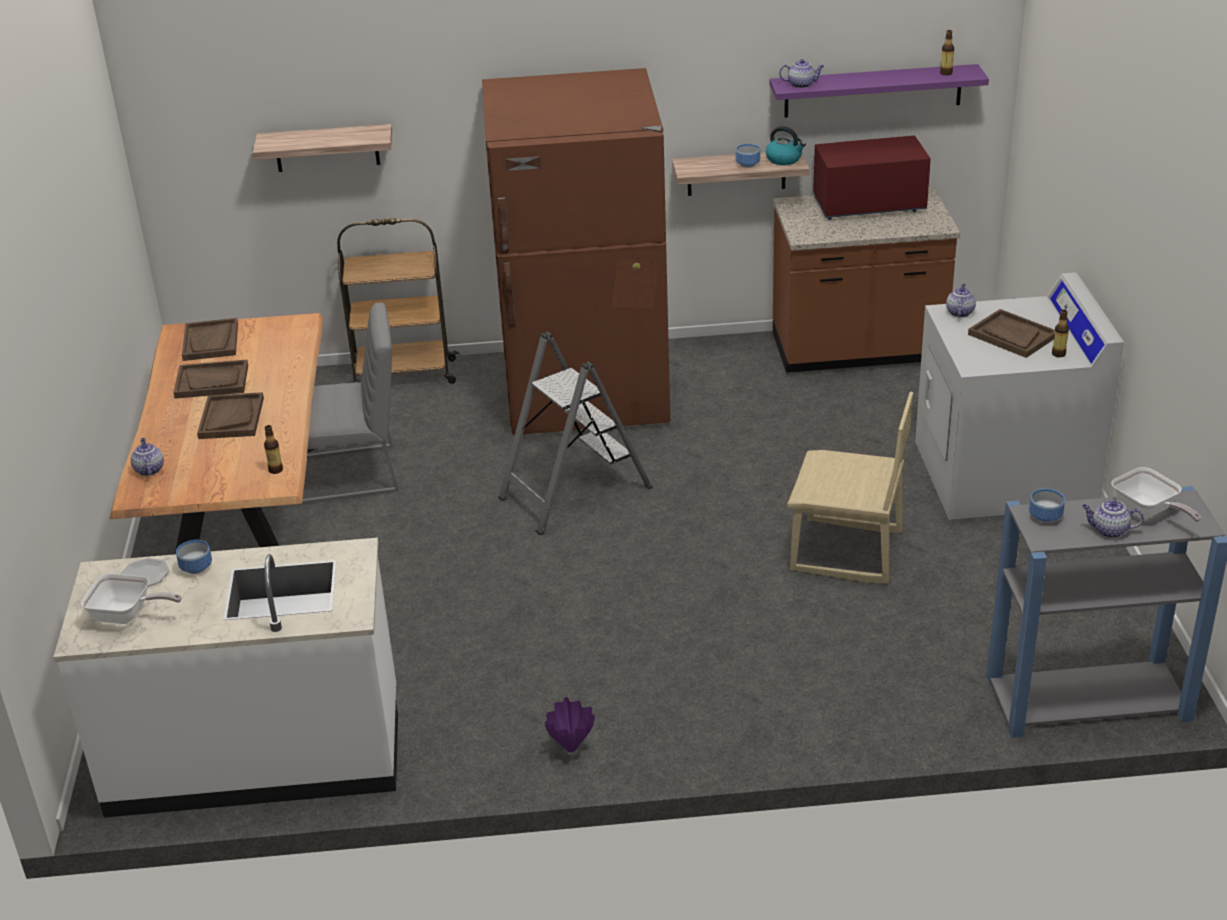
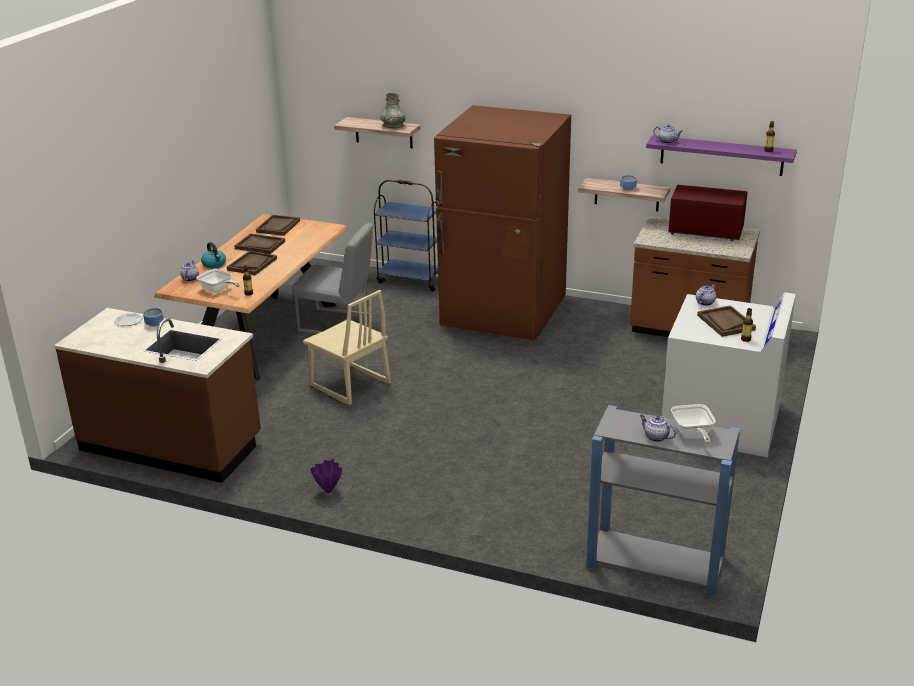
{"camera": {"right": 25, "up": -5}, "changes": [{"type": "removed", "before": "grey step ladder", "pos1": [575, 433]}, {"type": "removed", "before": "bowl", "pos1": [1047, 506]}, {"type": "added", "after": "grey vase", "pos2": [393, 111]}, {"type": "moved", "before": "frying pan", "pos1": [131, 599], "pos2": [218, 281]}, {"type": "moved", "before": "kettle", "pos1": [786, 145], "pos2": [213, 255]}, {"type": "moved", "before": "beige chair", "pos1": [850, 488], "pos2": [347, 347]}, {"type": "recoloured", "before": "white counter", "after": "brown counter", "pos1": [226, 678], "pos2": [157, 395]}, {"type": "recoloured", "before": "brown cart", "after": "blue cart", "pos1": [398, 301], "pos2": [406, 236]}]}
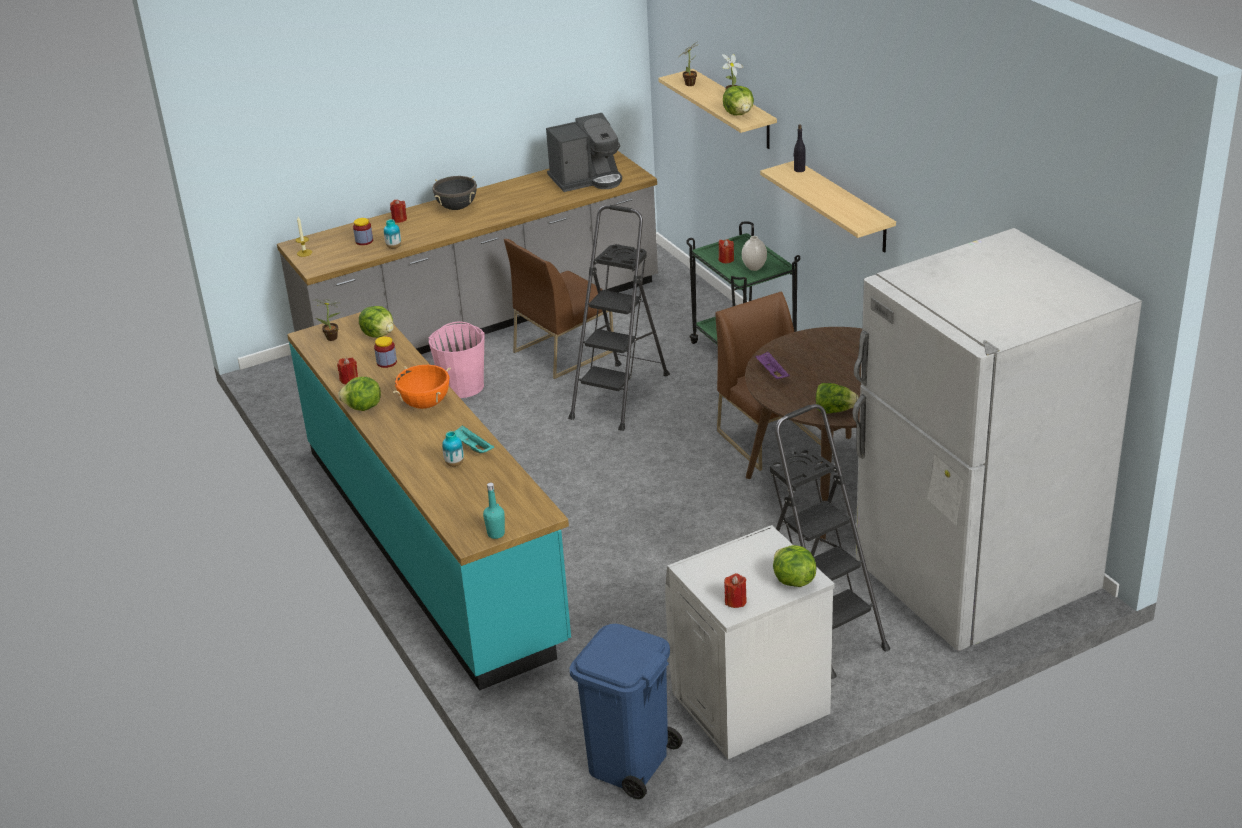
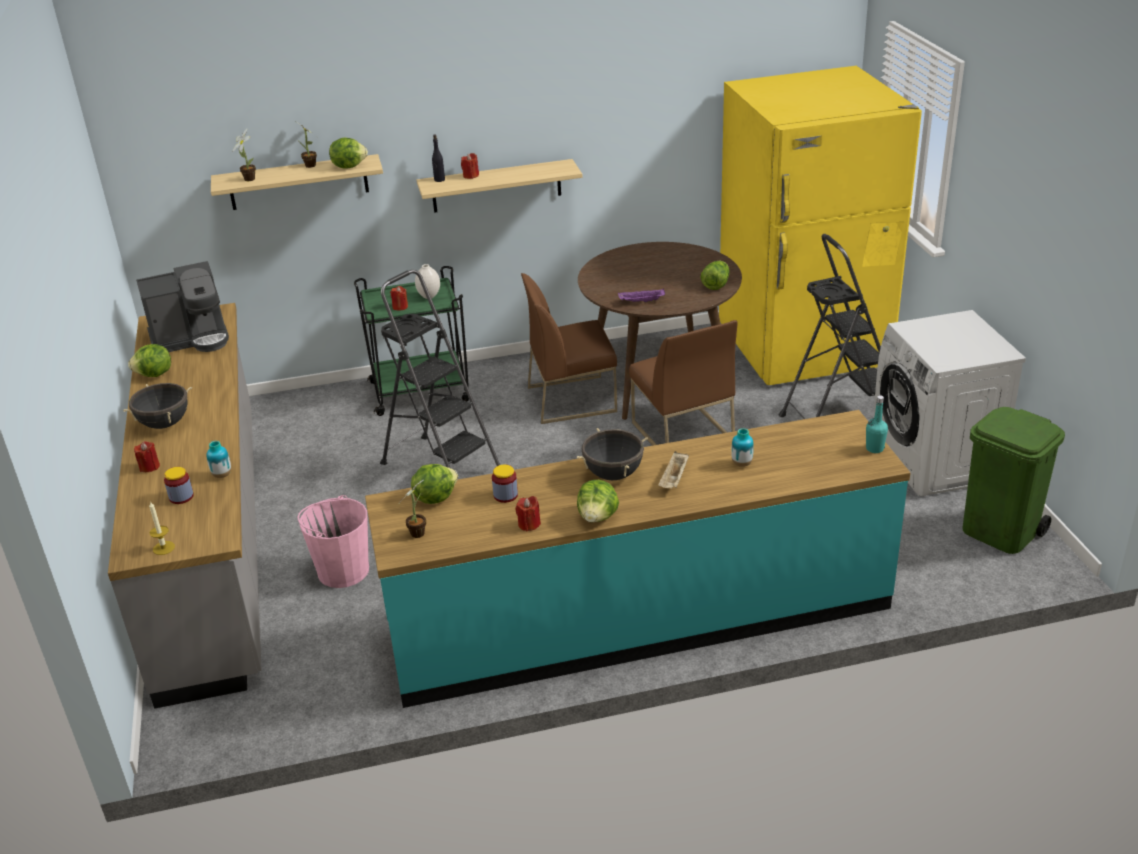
{"camera": {"right": -75, "up": 0}, "changes": [{"type": "removed", "before": "turquoise tray", "pos1": [474, 439]}, {"type": "added", "after": "beige tray", "pos2": [673, 469]}, {"type": "moved", "before": "brown chair", "pos1": [559, 309], "pos2": [683, 383]}, {"type": "moved", "before": "red candle", "pos1": [735, 590], "pos2": [470, 166]}, {"type": "moved", "before": "lettuce", "pos1": [794, 566], "pos2": [149, 360]}, {"type": "recoloured", "before": "orange cooking pot", "after": "black cooking pot", "pos1": [422, 387], "pos2": [612, 454]}, {"type": "recoloured", "before": "blue trash can", "after": "green trash can", "pos1": [626, 711], "pos2": [1013, 480]}, {"type": "recoloured", "before": "white fridge", "after": "yellow fridge", "pos1": [997, 439], "pos2": [820, 225]}, {"type": "turned", "before": "coffee machine", "pos1": [584, 152], "pos2": [182, 306], "turn": 75}]}
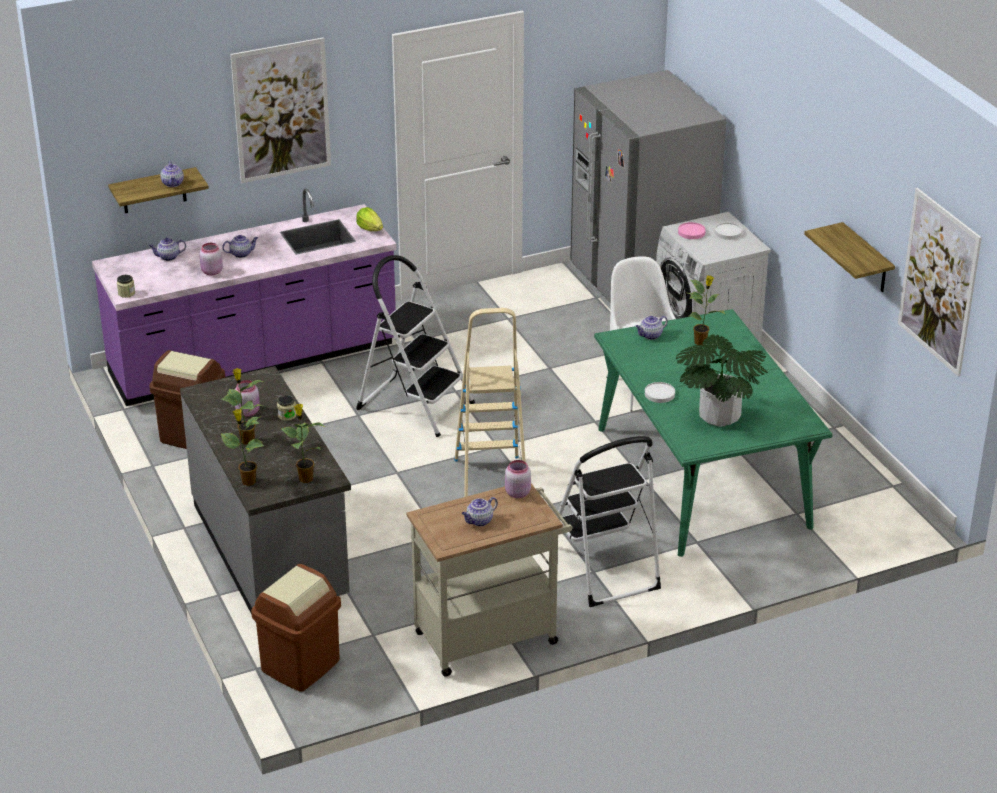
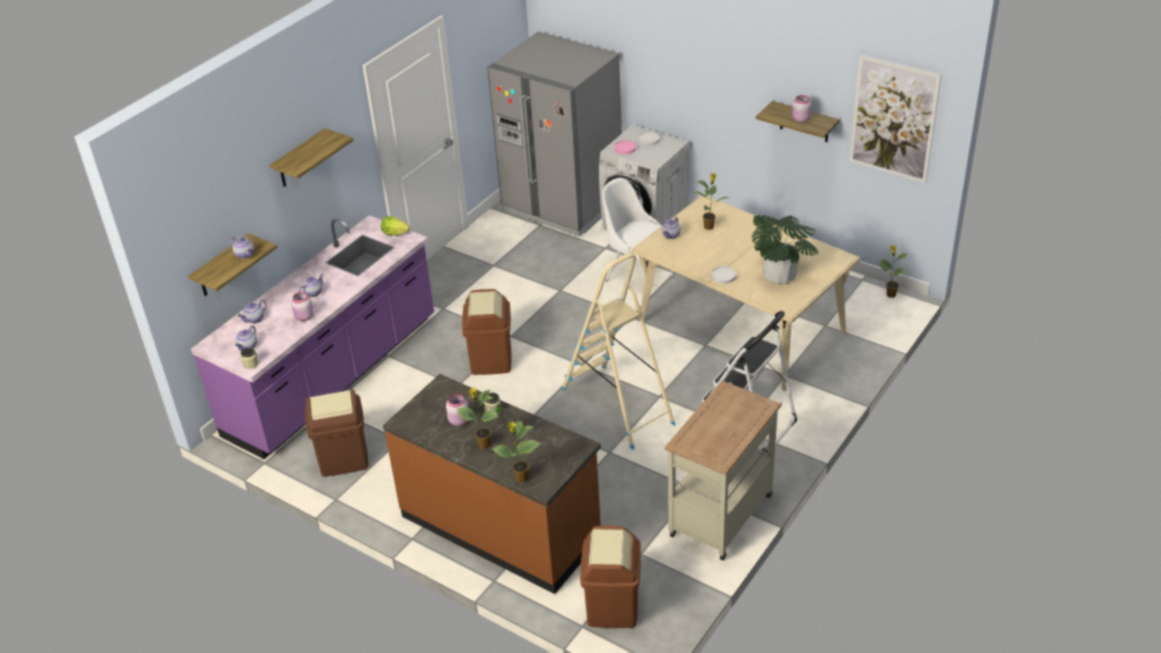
{"camera": {"right": -30, "up": 5}, "changes": [{"type": "moved", "before": "potted plant", "pos1": [303, 443], "pos2": [894, 271]}, {"type": "moved", "before": "teapot", "pos1": [480, 511], "pos2": [246, 338]}, {"type": "moved", "before": "pink jar", "pos1": [518, 479], "pos2": [801, 109]}, {"type": "replaced", "before": "picture", "after": "shelf", "pos1": [280, 110], "pos2": [311, 157]}, {"type": "replaced", "before": "step ladder", "after": "brown trash can", "pos1": [415, 346], "pos2": [487, 332]}, {"type": "recoloured", "before": "grey counter", "after": "brown counter", "pos1": [265, 494], "pos2": [492, 484]}, {"type": "recoloured", "before": "green dining table", "after": "beige dining table", "pos1": [713, 433], "pos2": [746, 293]}]}
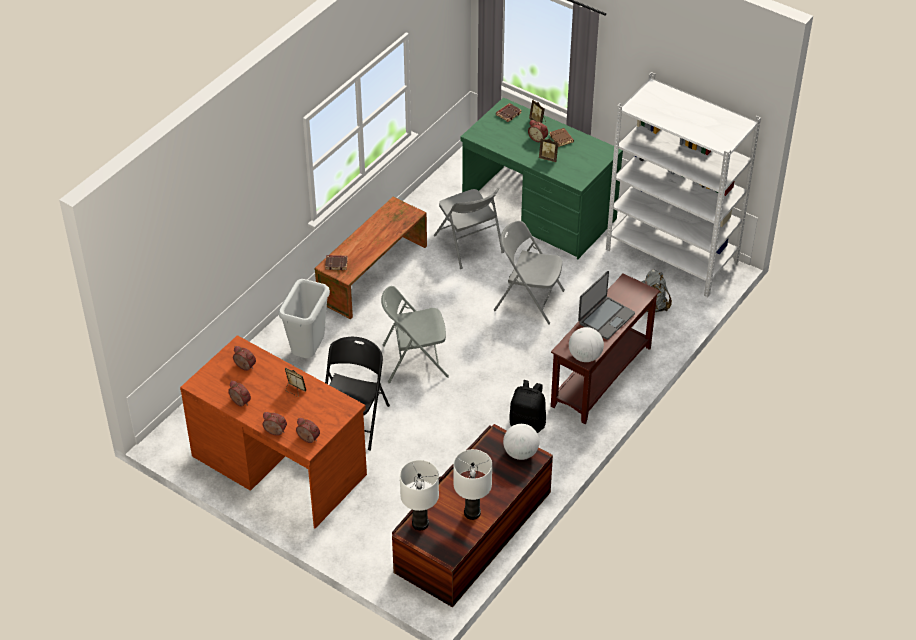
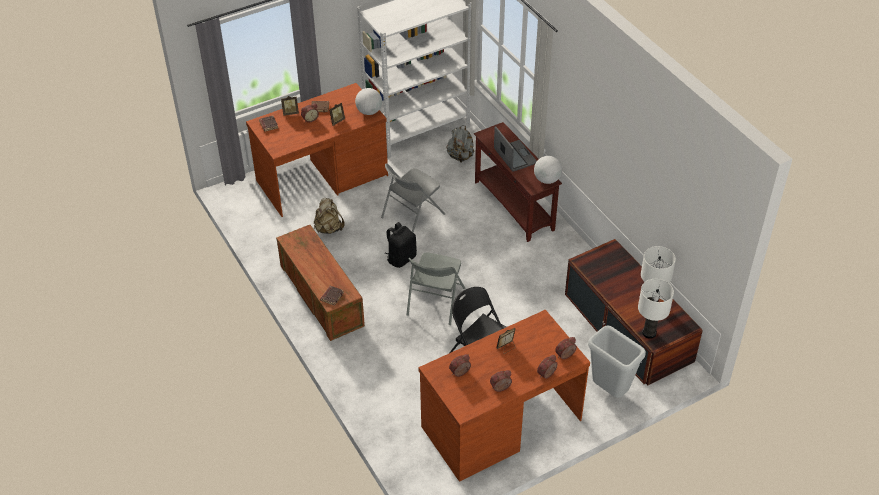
{"camera": {"right": -65, "up": 0}, "changes": [{"type": "moved", "before": "grey trash can", "pos1": [304, 318], "pos2": [617, 361]}, {"type": "moved", "before": "globe", "pos1": [521, 442], "pos2": [368, 101]}, {"type": "moved", "before": "black backpack", "pos1": [527, 406], "pos2": [401, 245]}, {"type": "replaced", "before": "grey chair", "after": "beige backpack", "pos1": [469, 228], "pos2": [329, 216]}, {"type": "recoloured", "before": "green desk", "after": "brown desk", "pos1": [541, 178], "pos2": [317, 150]}]}
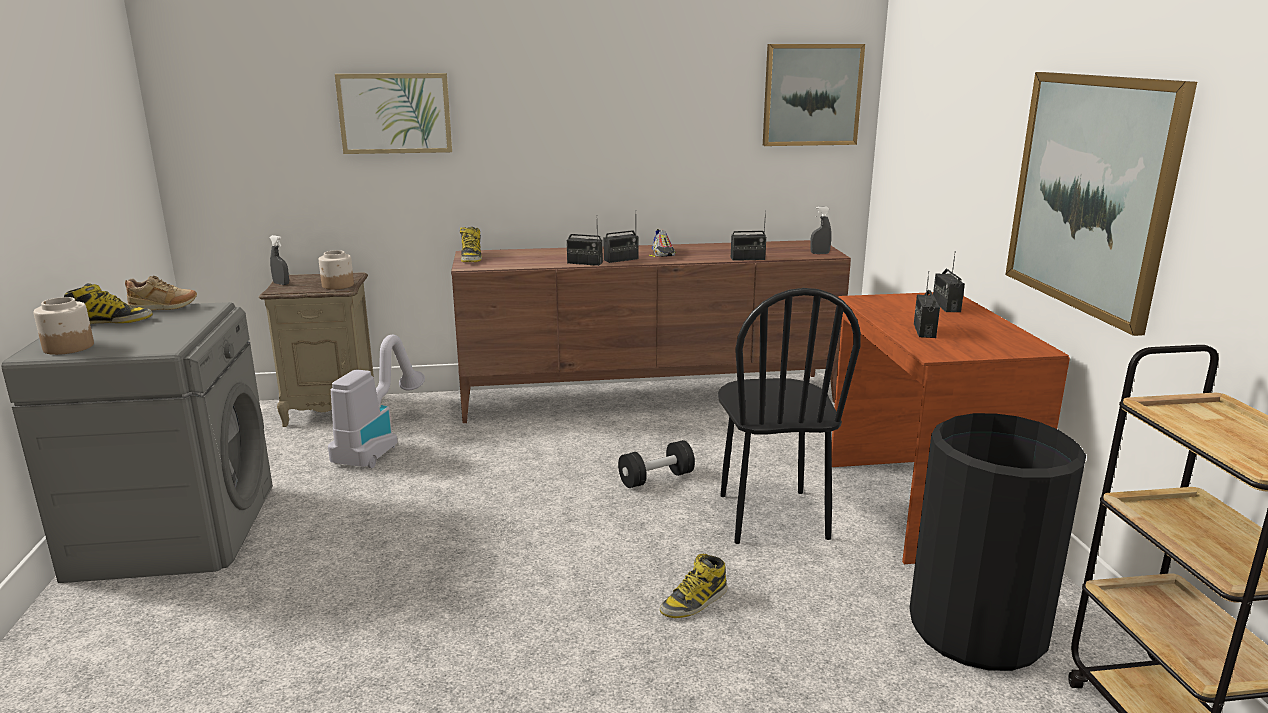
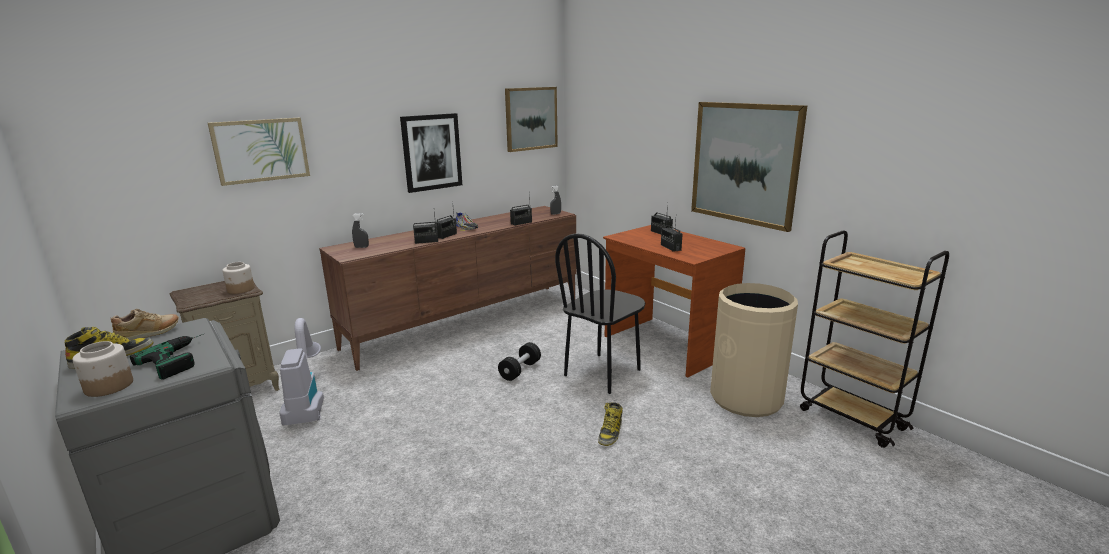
{"camera": {"right": -30, "up": 0}, "changes": [{"type": "removed", "before": "boot", "pos1": [471, 244]}, {"type": "added", "after": "power drill", "pos2": [166, 356]}, {"type": "added", "after": "picture", "pos2": [431, 153]}, {"type": "moved", "before": "grey spray bottle", "pos1": [279, 260], "pos2": [360, 230]}, {"type": "recoloured", "before": "black trash can", "after": "beige trash can", "pos1": [997, 542], "pos2": [754, 350]}, {"type": "turned", "before": "black chair", "pos1": [789, 416], "pos2": [600, 313], "turn": 75}]}
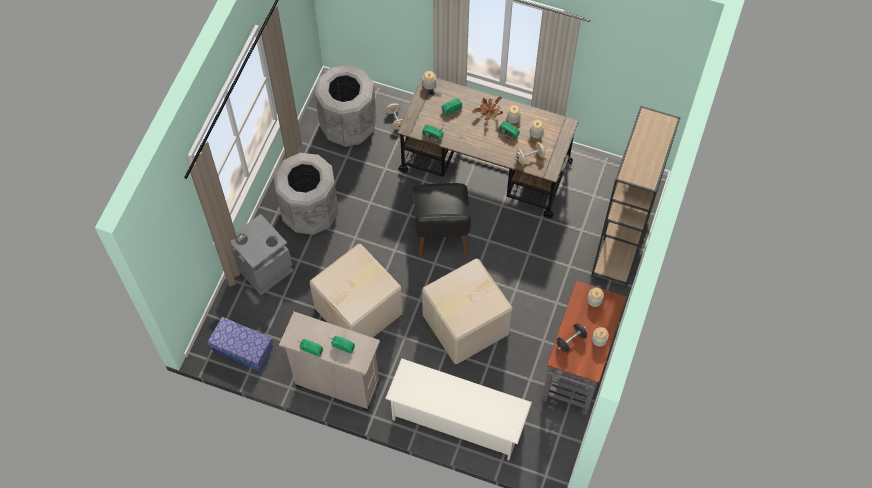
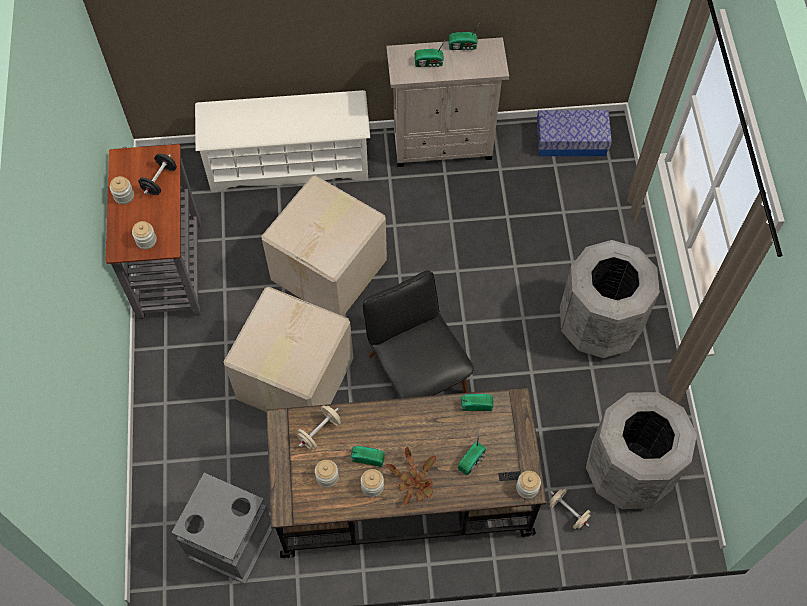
{"camera": {"right": 155, "up": 0}, "changes": [{"type": "removed", "before": "bookcase", "pos1": [636, 197]}, {"type": "moved", "before": "grey trash can", "pos1": [262, 254], "pos2": [222, 528]}, {"type": "moved", "before": "cardboard box", "pos1": [356, 291], "pos2": [289, 349]}]}
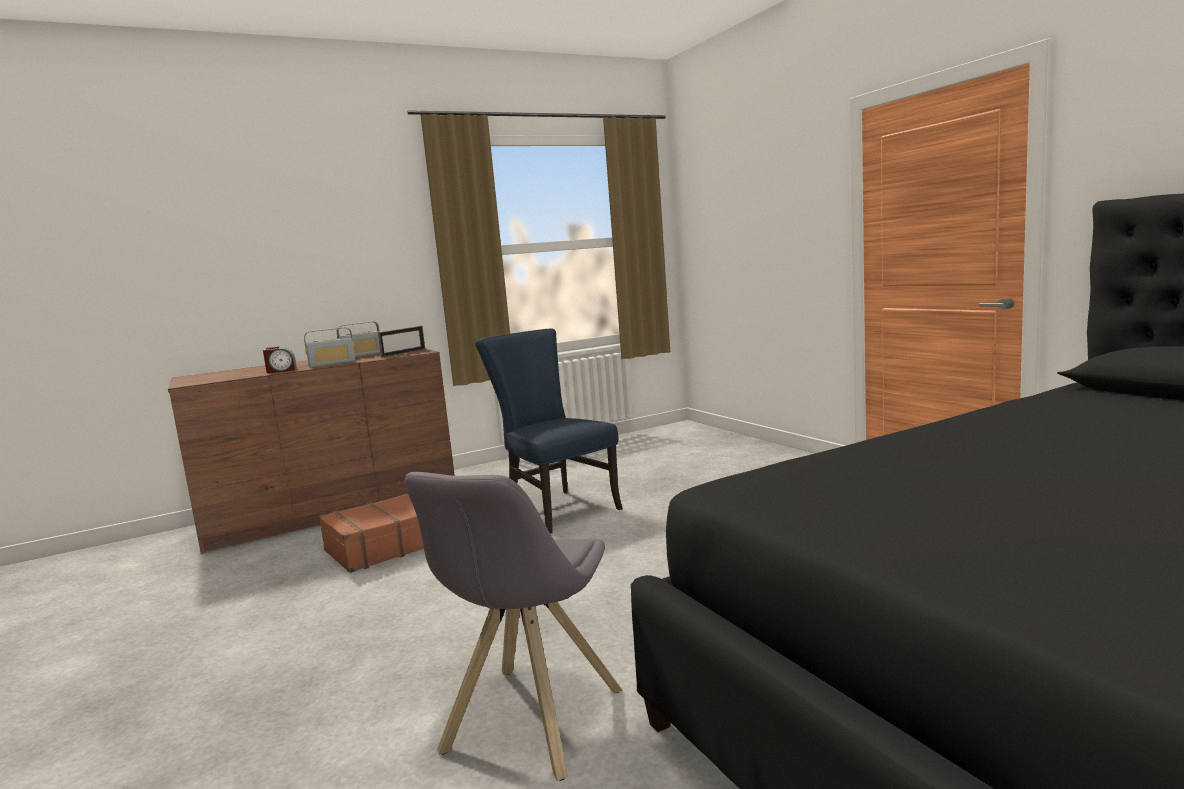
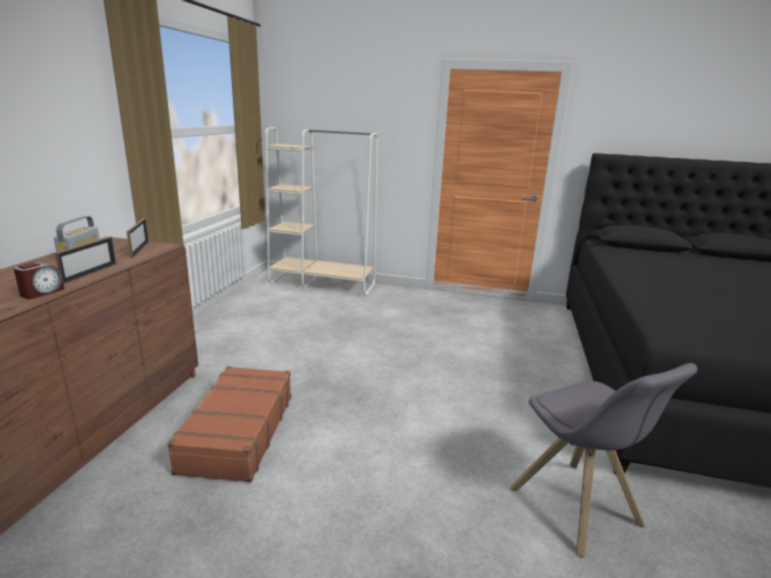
{"camera": {"right": -50, "up": 10}, "changes": [{"type": "removed", "before": "blue chair", "pos1": [549, 431]}, {"type": "added", "after": "beige clothes rack", "pos2": [321, 211]}, {"type": "replaced", "before": "radio", "after": "picture frame", "pos1": [329, 347], "pos2": [86, 260]}]}
